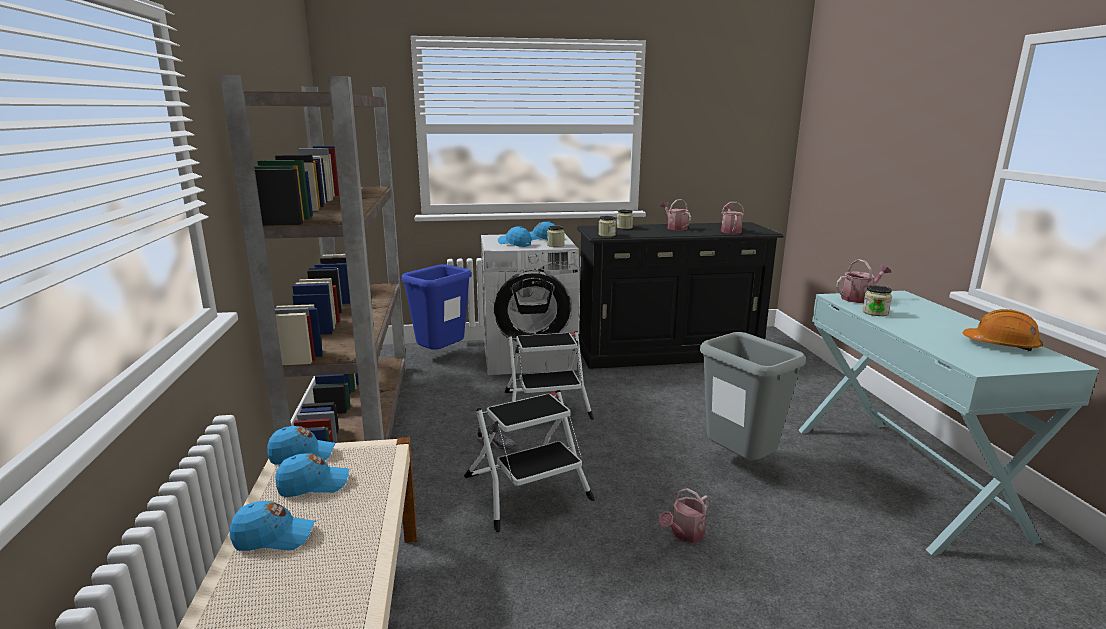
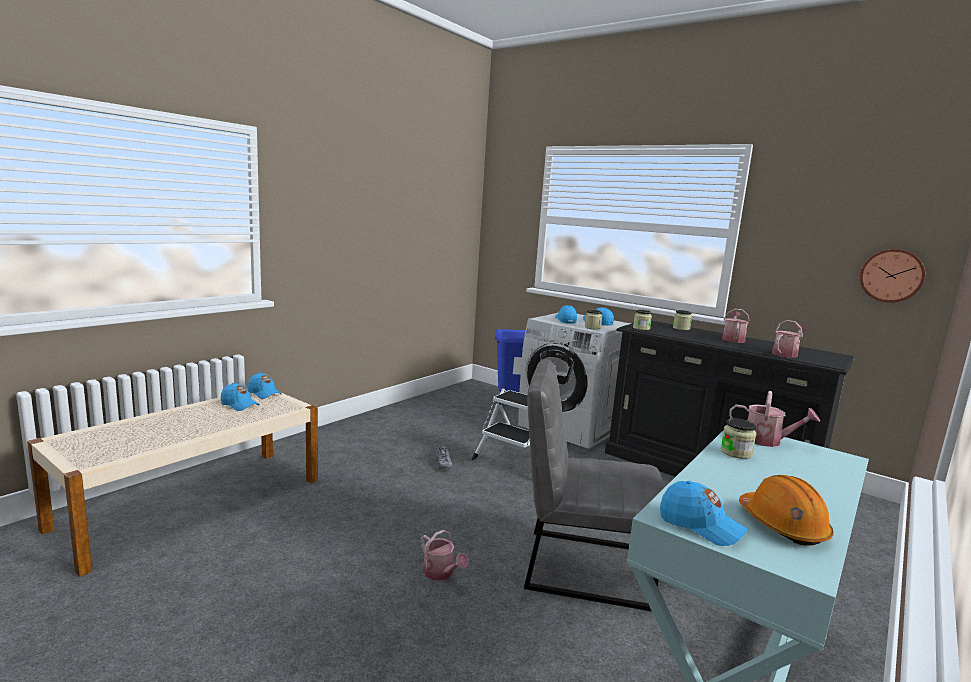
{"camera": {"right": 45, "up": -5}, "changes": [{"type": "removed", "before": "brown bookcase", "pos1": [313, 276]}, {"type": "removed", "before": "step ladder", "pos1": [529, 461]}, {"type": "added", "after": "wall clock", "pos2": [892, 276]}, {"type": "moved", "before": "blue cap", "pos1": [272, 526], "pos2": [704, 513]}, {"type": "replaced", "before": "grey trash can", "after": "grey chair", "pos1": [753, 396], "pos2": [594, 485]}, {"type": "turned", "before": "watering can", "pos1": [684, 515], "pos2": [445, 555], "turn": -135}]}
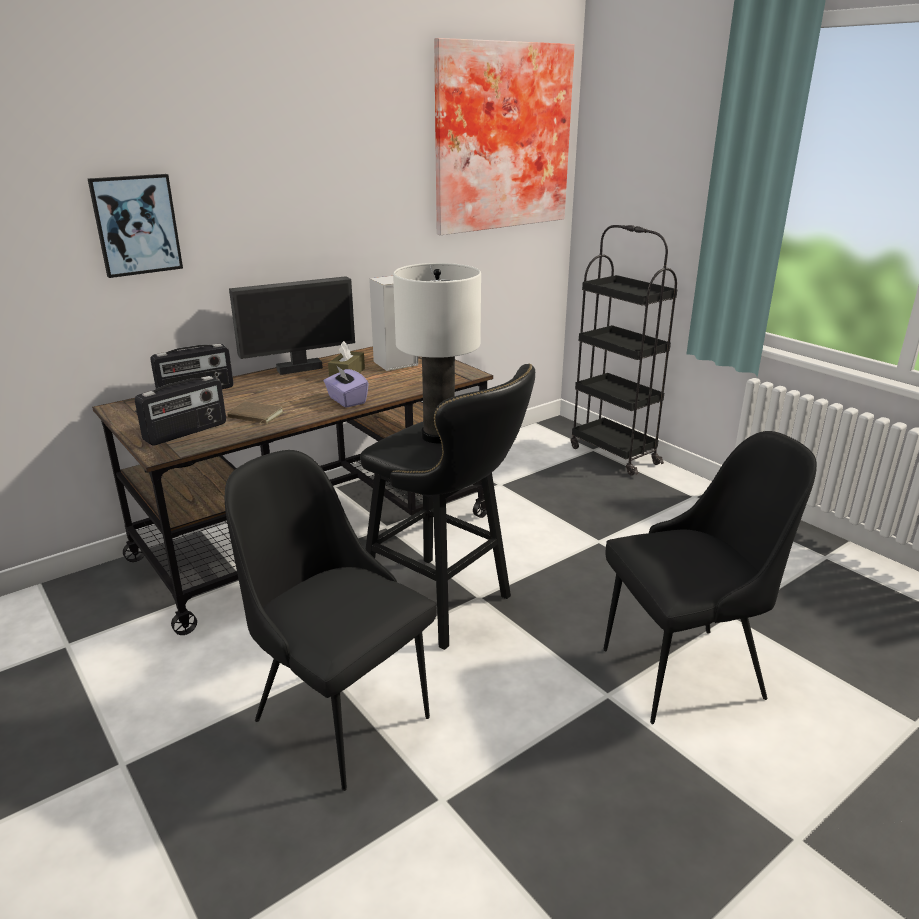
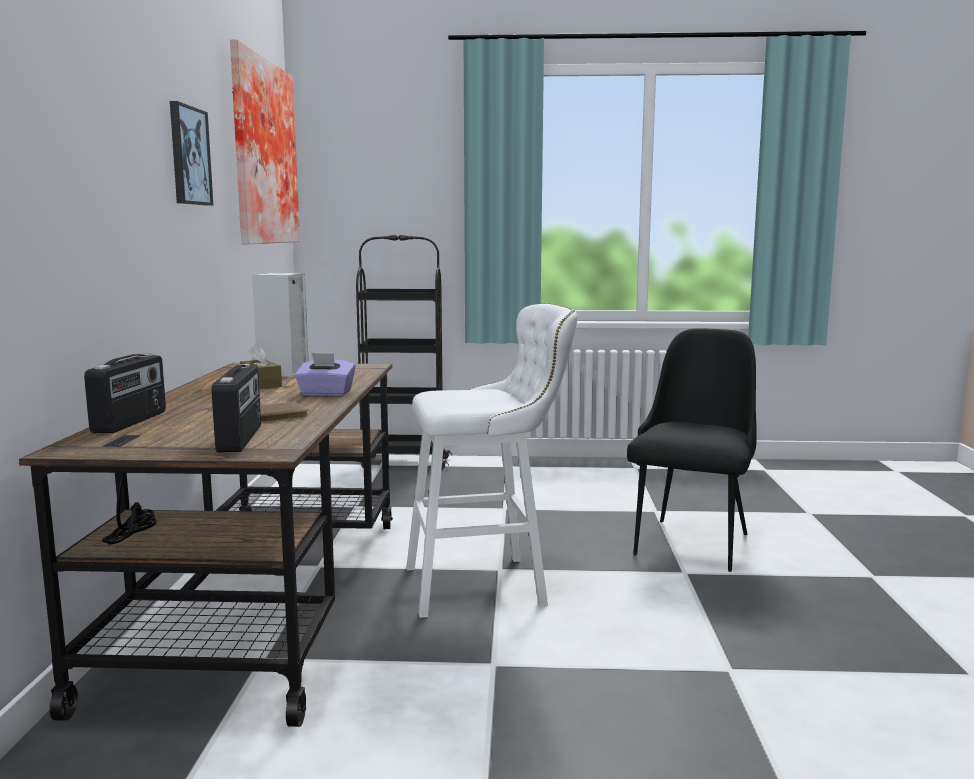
{"camera": {"right": -50, "up": -15}, "changes": [{"type": "removed", "before": "black chair", "pos1": [331, 620]}, {"type": "removed", "before": "monitor", "pos1": [292, 325]}, {"type": "removed", "before": "white table lamp", "pos1": [437, 353]}, {"type": "moved", "before": "picture", "pos1": [135, 226], "pos2": [191, 153]}, {"type": "recoloured", "before": "black stool", "after": "white stool", "pos1": [447, 507], "pos2": [491, 460]}]}
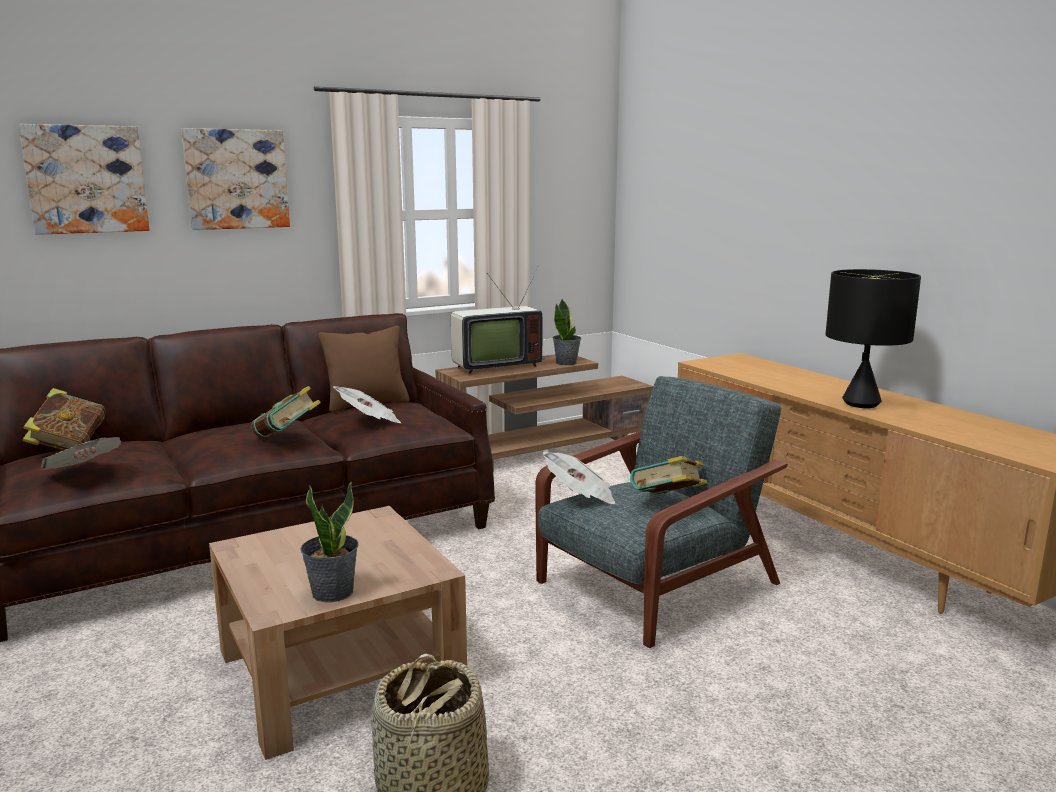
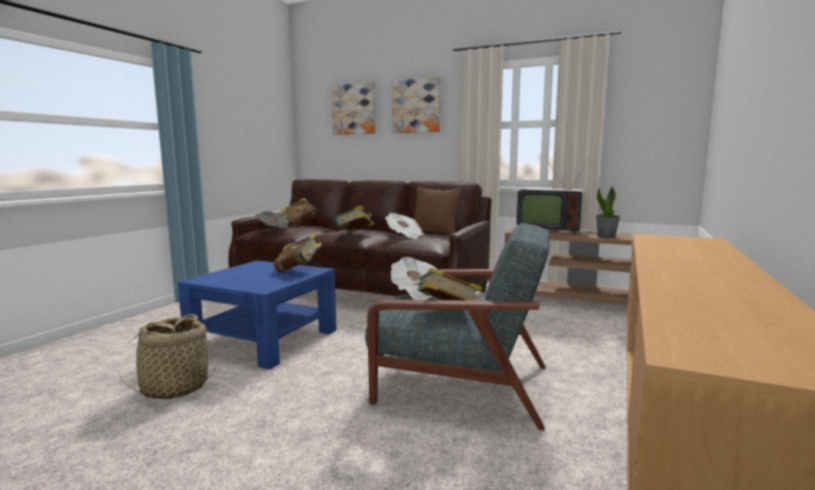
{"camera": {"right": 55, "up": -5}, "changes": [{"type": "removed", "before": "potted plant", "pos1": [329, 542]}, {"type": "removed", "before": "black table lamp", "pos1": [873, 338]}, {"type": "added", "after": "book", "pos2": [297, 252]}, {"type": "recoloured", "before": "brown coffee table", "after": "blue coffee table", "pos1": [338, 633], "pos2": [257, 315]}]}
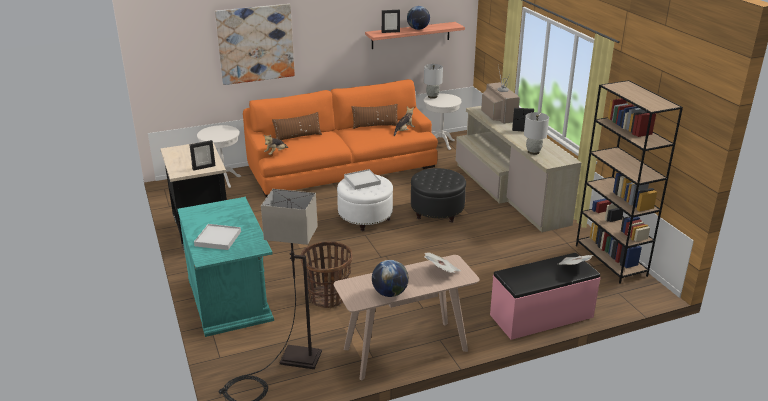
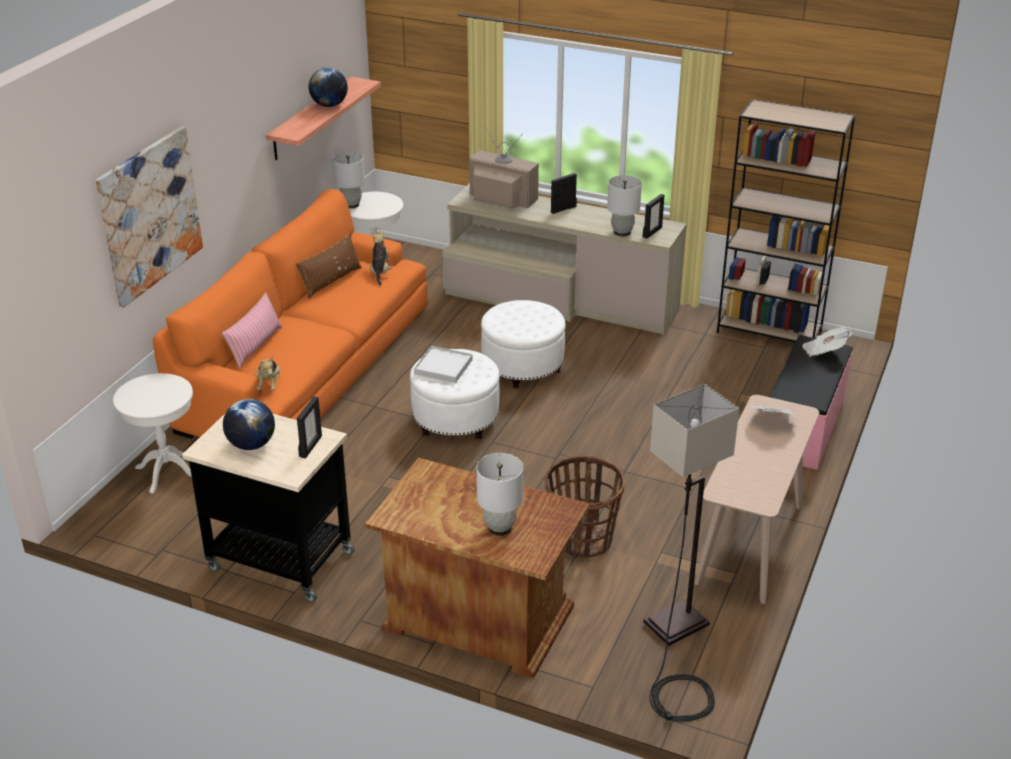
{"camera": {"right": -45, "up": 5}, "changes": [{"type": "moved", "before": "globe", "pos1": [390, 278], "pos2": [249, 424]}, {"type": "moved", "before": "picture frame", "pos1": [391, 21], "pos2": [653, 216]}, {"type": "replaced", "before": "white tray", "after": "white table lamp", "pos1": [217, 237], "pos2": [499, 494]}, {"type": "recoloured", "before": "turquoise cabinet", "after": "brown cabinet", "pos1": [225, 267], "pos2": [477, 568]}, {"type": "recoloured", "before": "brown pillow", "after": "pink pillow", "pos1": [297, 126], "pos2": [252, 331]}, {"type": "recoloured", "before": "black ottoman", "after": "white ottoman", "pos1": [438, 195], "pos2": [523, 344]}]}
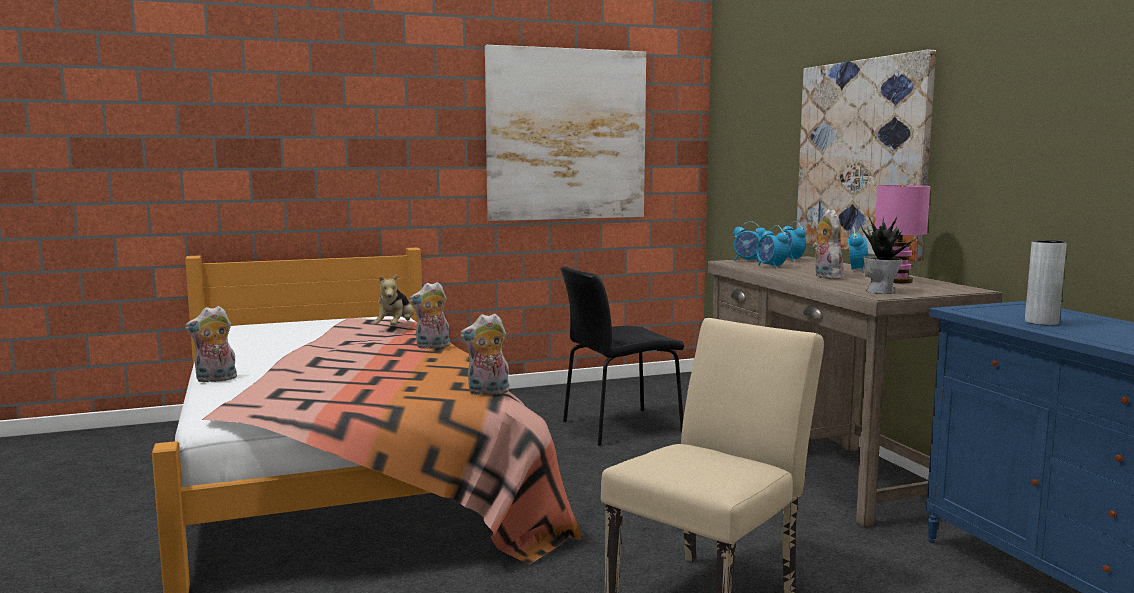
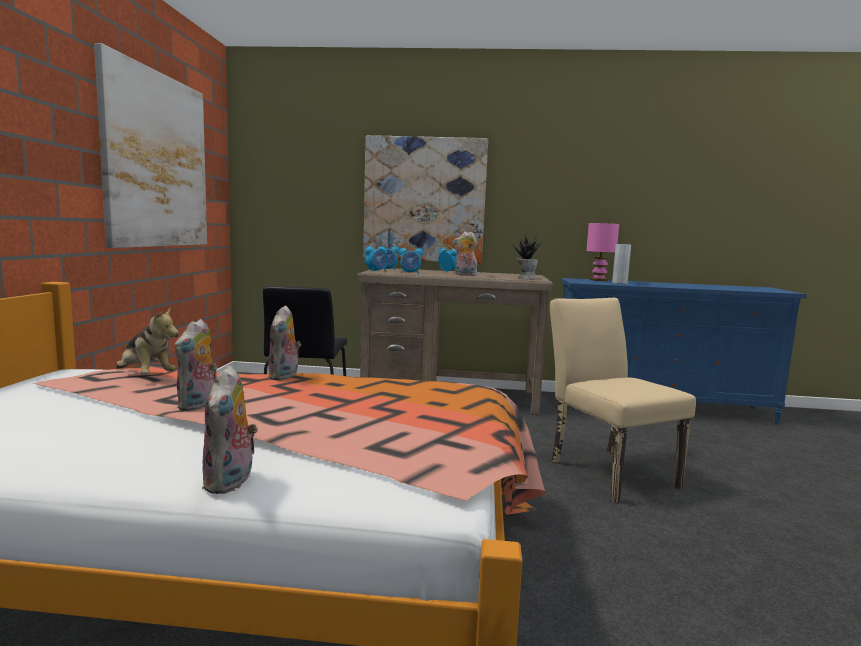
{"camera": {"right": -65, "up": 0}, "changes": [{"type": "moved", "before": "plush toy", "pos1": [485, 354], "pos2": [196, 365]}, {"type": "moved", "before": "pink table lamp", "pos1": [902, 234], "pos2": [602, 252]}]}
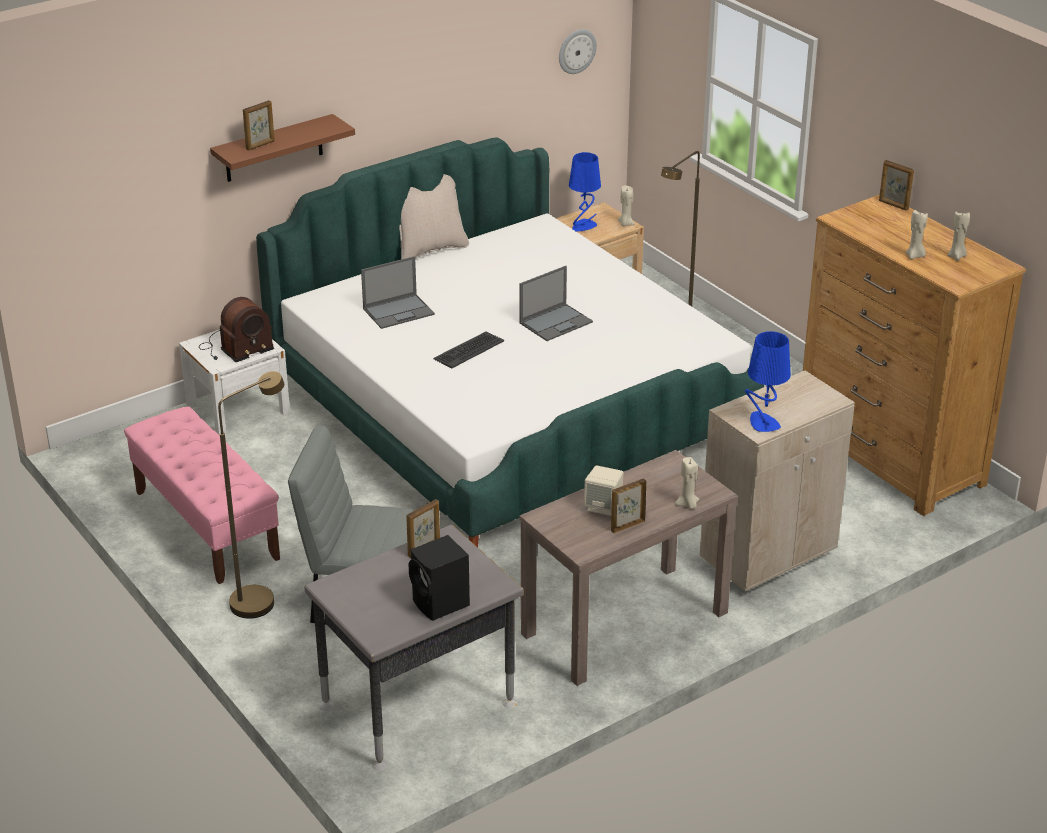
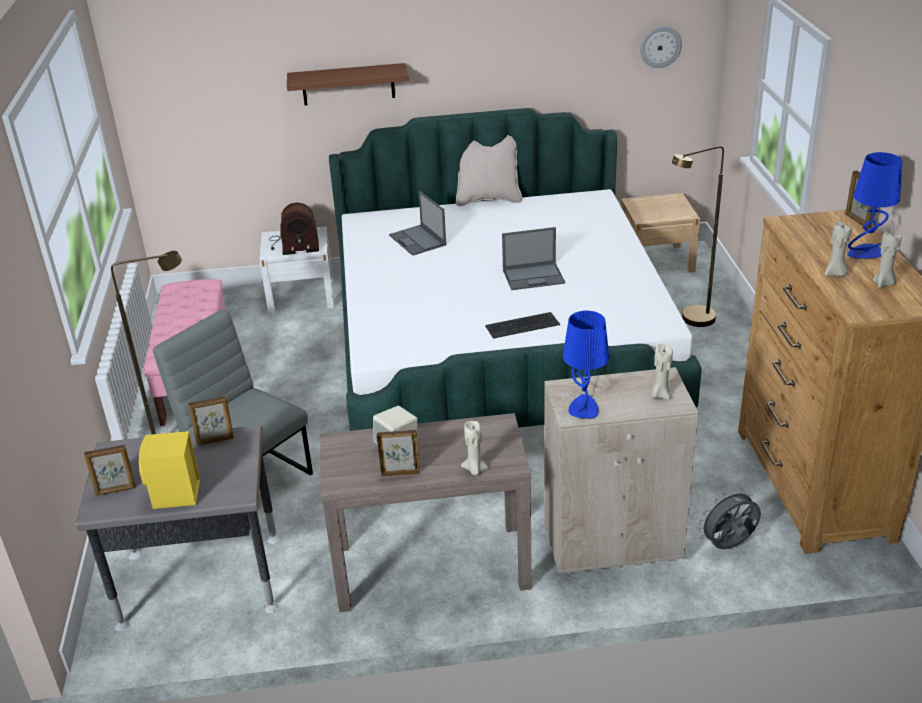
{"camera": {"right": 30, "up": 0}, "changes": [{"type": "added", "after": "grey fan", "pos2": [730, 519]}, {"type": "moved", "before": "picture frame", "pos1": [259, 125], "pos2": [110, 470]}, {"type": "moved", "before": "keyboard", "pos1": [469, 350], "pos2": [522, 325]}, {"type": "moved", "before": "blue table lamp", "pos1": [585, 191], "pos2": [874, 205]}, {"type": "moved", "before": "beige candle", "pos1": [626, 206], "pos2": [662, 371]}, {"type": "recoloured", "before": "black speaker", "after": "yellow speaker", "pos1": [439, 578], "pos2": [169, 470]}, {"type": "turned", "before": "laptop", "pos1": [398, 292], "pos2": [417, 223], "turn": 60}]}
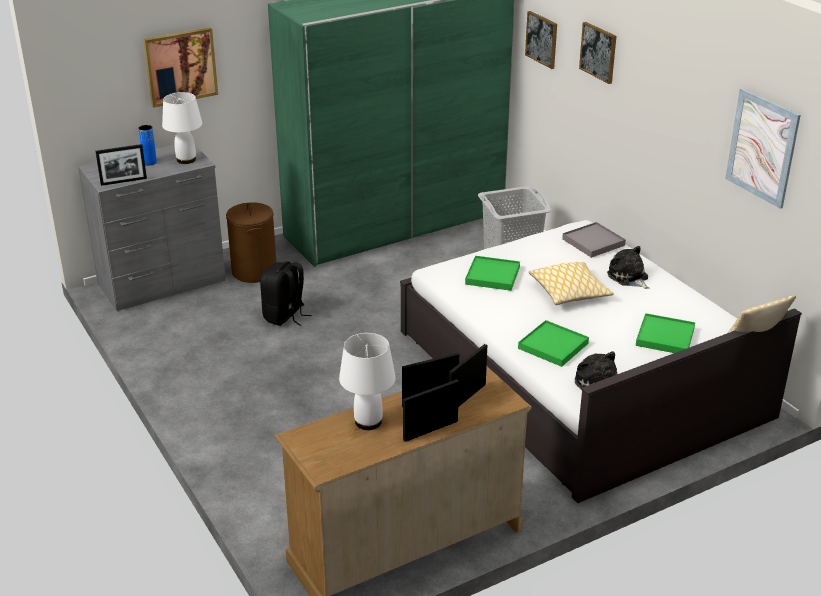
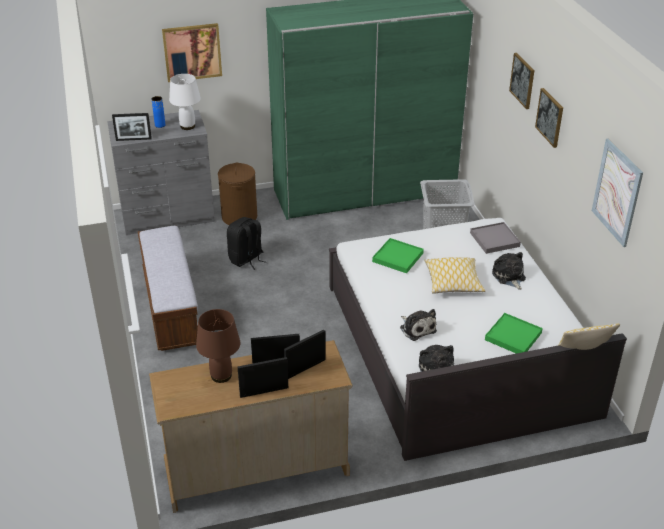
{"camera": {"right": 15, "up": 5}, "changes": [{"type": "added", "after": "bench", "pos2": [168, 288]}, {"type": "moved", "before": "picture", "pos1": [541, 40], "pos2": [549, 118]}, {"type": "replaced", "before": "green tray", "after": "plush toy", "pos1": [553, 343], "pos2": [418, 325]}, {"type": "recoloured", "before": "white table lamp", "after": "brown table lamp", "pos1": [367, 381], "pos2": [218, 346]}]}
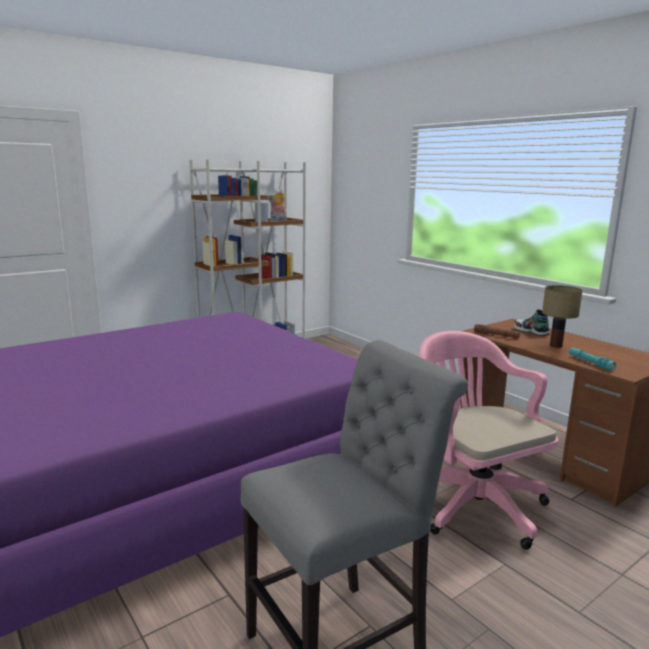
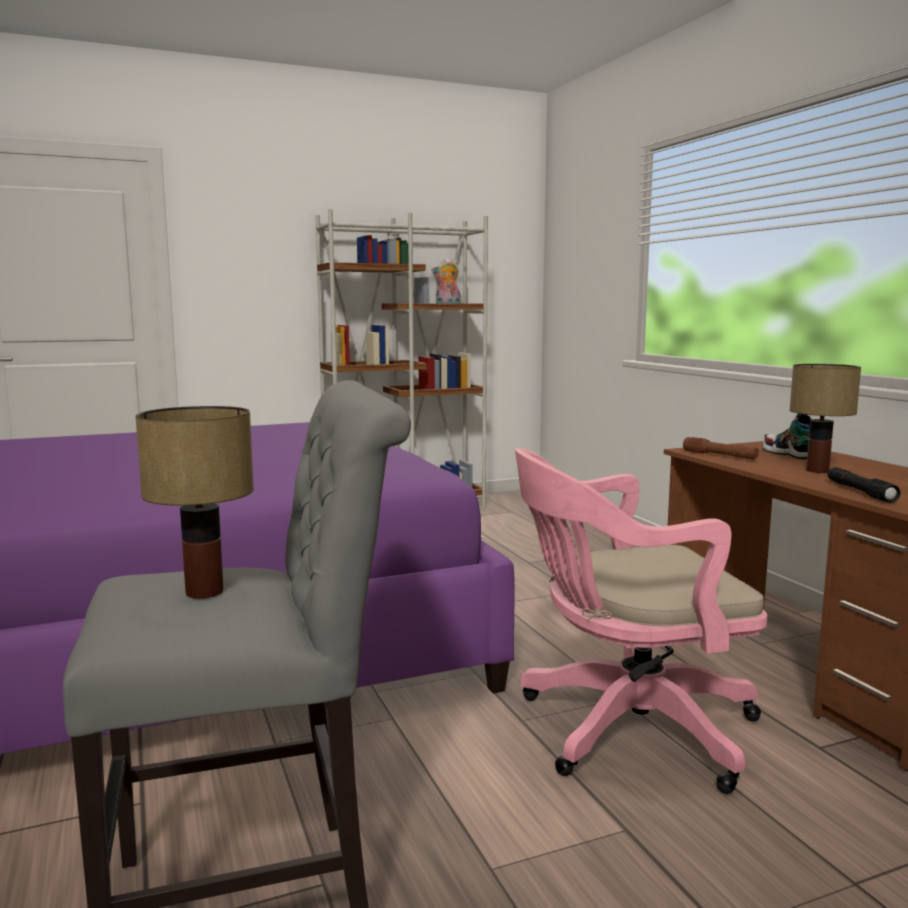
{"camera": {"right": 15, "up": -5}, "changes": [{"type": "added", "after": "table lamp", "pos2": [194, 502]}, {"type": "recoloured", "before": "turquoise flashlight", "after": "black flashlight", "pos1": [592, 359], "pos2": [864, 485]}, {"type": "turned", "before": "pink office chair", "pos1": [489, 440], "pos2": [641, 621], "turn": -90}]}
